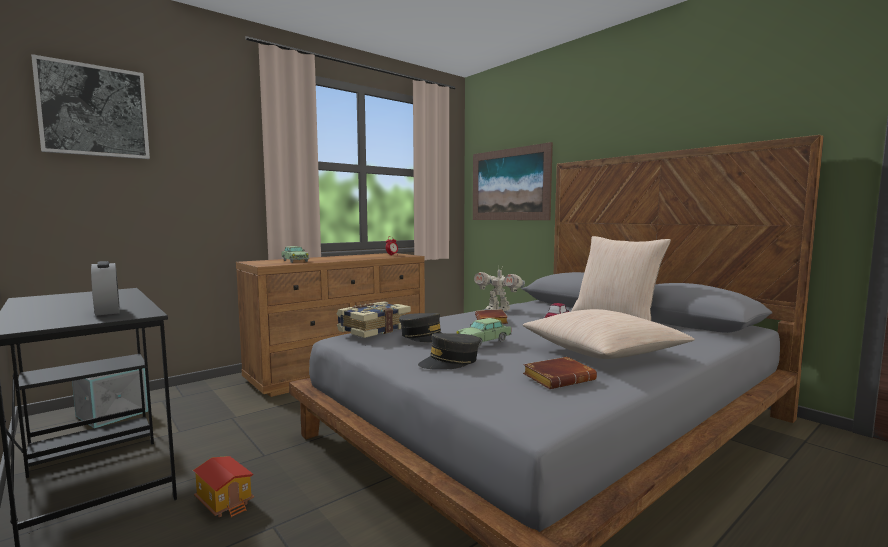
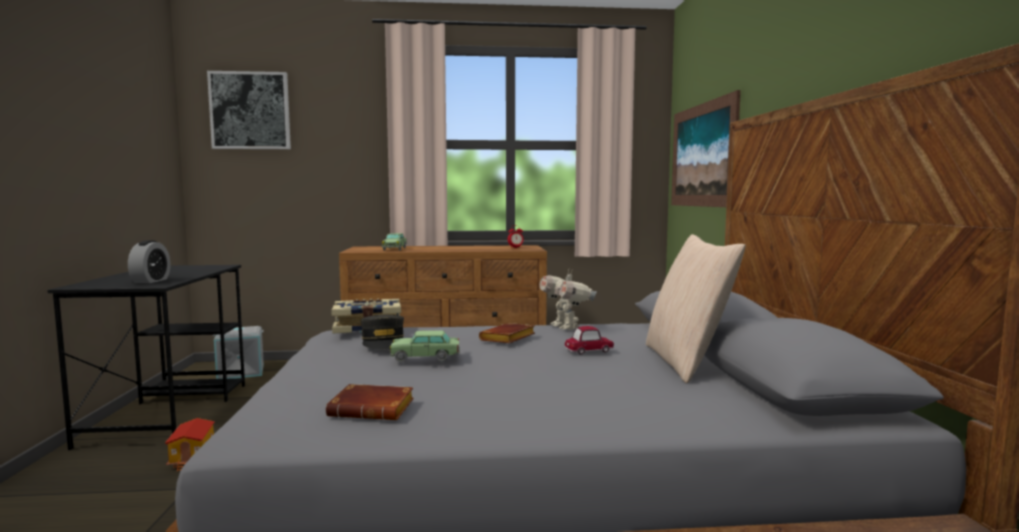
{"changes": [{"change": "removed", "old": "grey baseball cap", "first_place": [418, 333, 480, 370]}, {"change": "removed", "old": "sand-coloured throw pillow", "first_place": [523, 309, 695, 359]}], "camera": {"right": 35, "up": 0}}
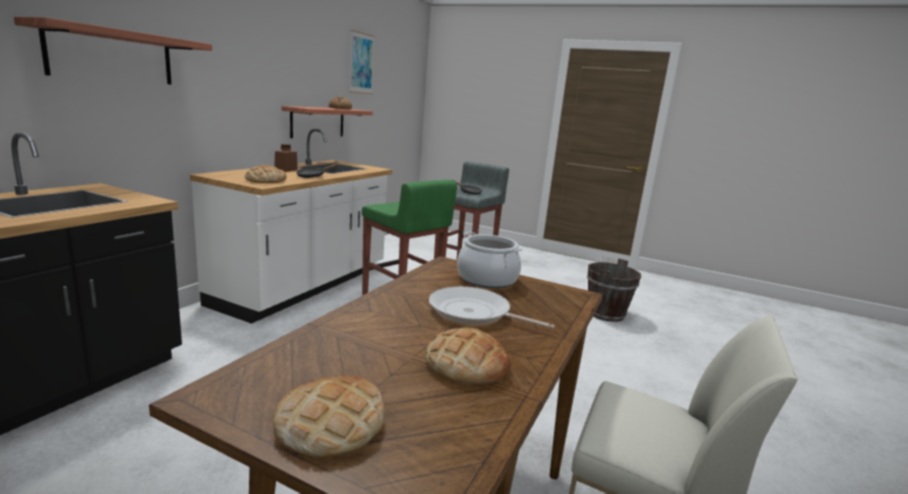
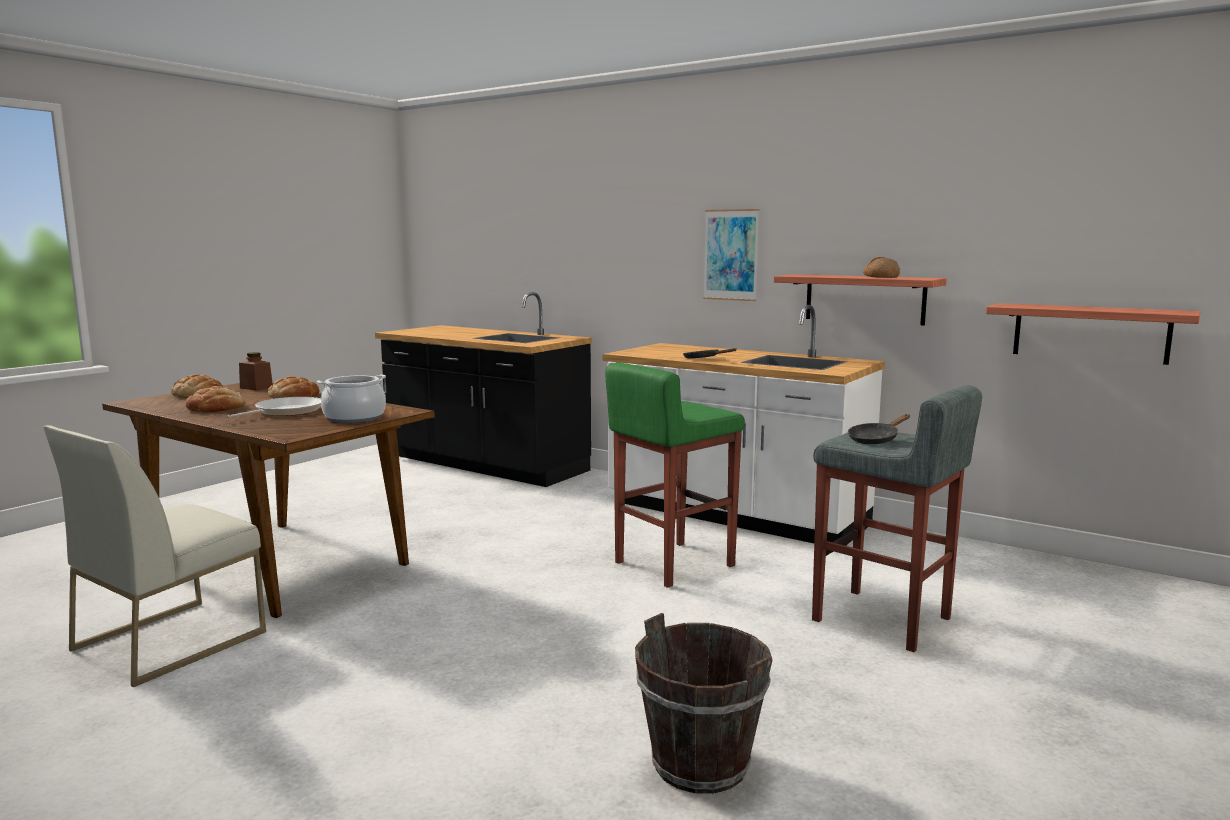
{"changes": [{"change": "moved", "old": "brownish jar", "first_place": [274, 144, 298, 172], "second_place": [239, 352, 273, 391]}, {"change": "moved", "old": "bakery bread", "first_place": [245, 165, 286, 183], "second_place": [268, 376, 319, 399]}, {"change": "moved", "old": "wall picture", "first_place": [349, 30, 375, 94], "second_place": [703, 209, 759, 301]}, {"change": "moved", "old": "bracket shelf", "first_place": [14, 17, 212, 85], "second_place": [986, 303, 1200, 365]}], "camera": {"right": 100, "up": -5}}
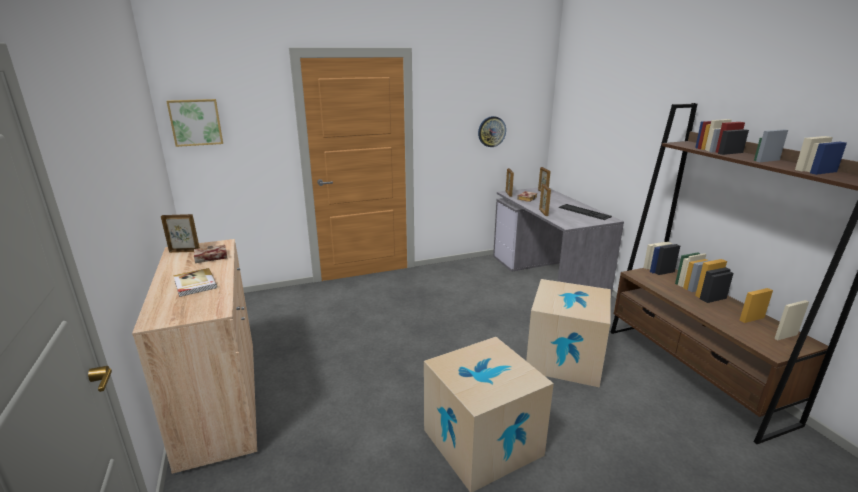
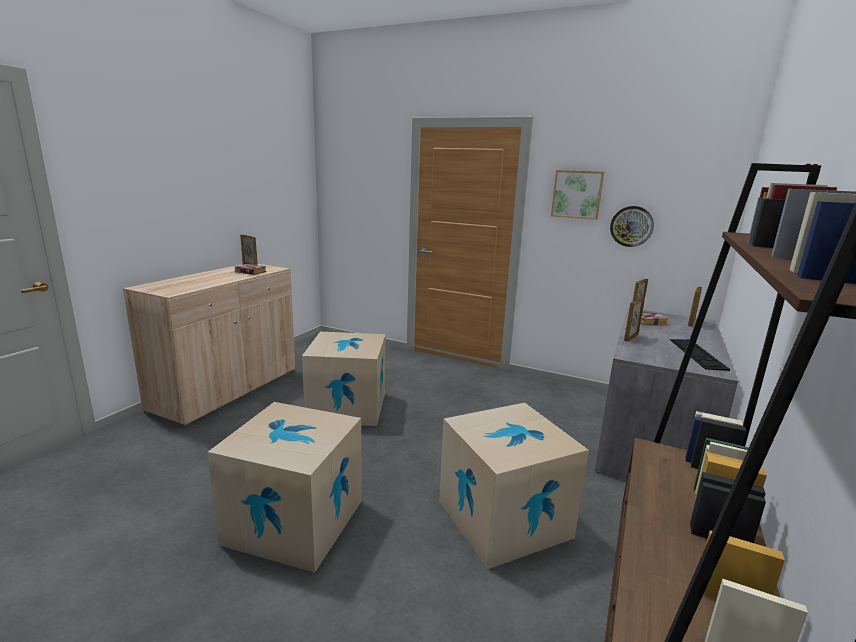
{"changes": [{"change": "added", "new": "cardboard box", "second_place": [302, 332, 386, 426]}, {"change": "moved", "old": "wall picture", "first_place": [166, 99, 223, 147], "second_place": [551, 170, 604, 220]}, {"change": "removed", "old": "bound book", "first_place": [173, 268, 217, 297]}], "camera": {"right": 45, "up": -5}}
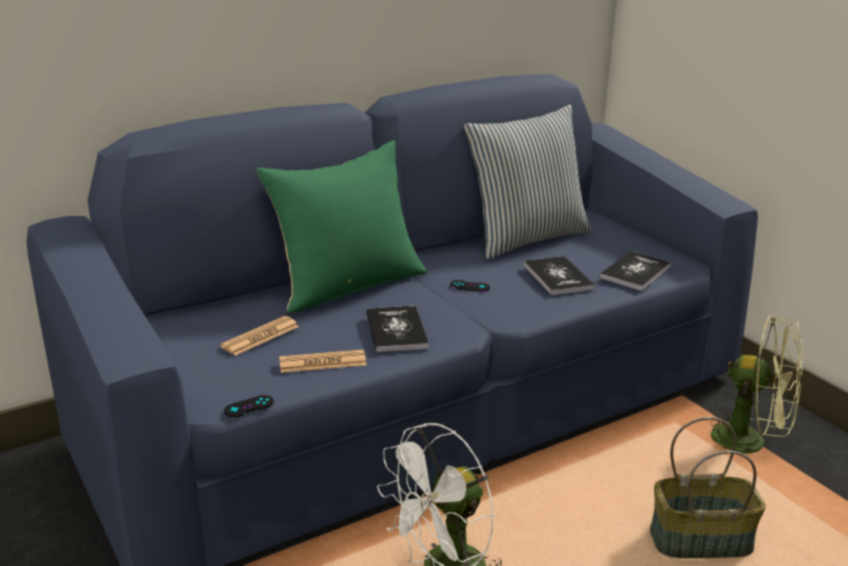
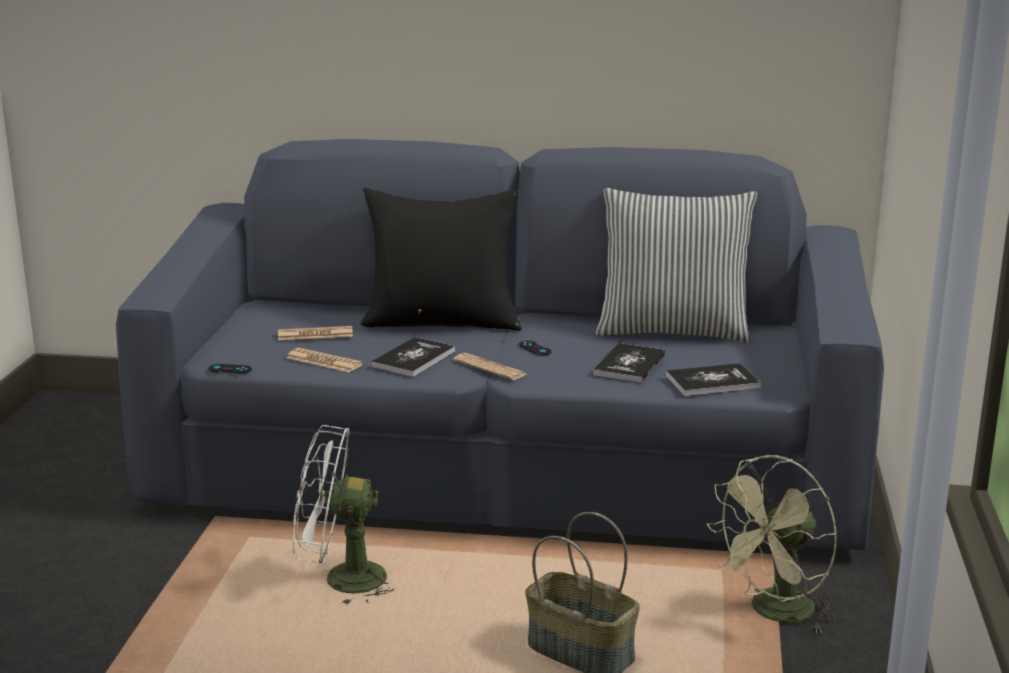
{"changes": [{"change": "recoloured", "old": "green throw pillow", "new": "black-coloured throw pillow", "first_place": [256, 140, 427, 313], "second_place": [360, 188, 521, 331]}, {"change": "added", "new": "daily paper", "second_place": [453, 353, 527, 380]}, {"change": "turned", "old": "green fan", "first_place": [710, 316, 803, 456], "second_place": [707, 455, 837, 634], "degrees": 75}], "camera": {"right": 40, "up": -5}}
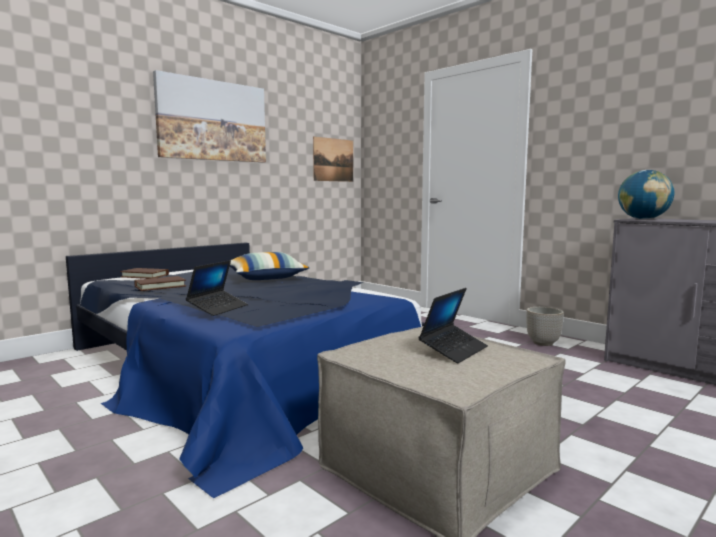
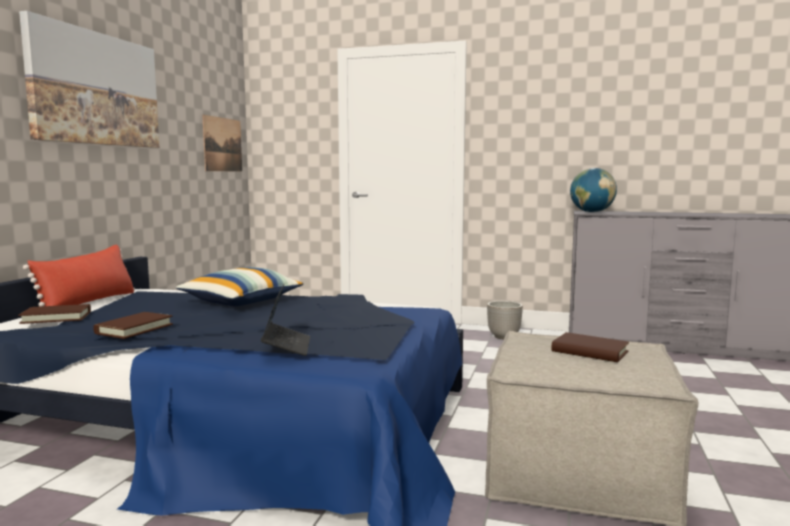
{"changes": [{"change": "added", "new": "reddish throw pillow", "second_place": [23, 245, 135, 307]}, {"change": "replaced", "old": "portable computer", "new": "brownish bound book", "first_place": [418, 288, 488, 364], "second_place": [551, 332, 629, 362]}], "camera": {"right": -30, "up": 0}}
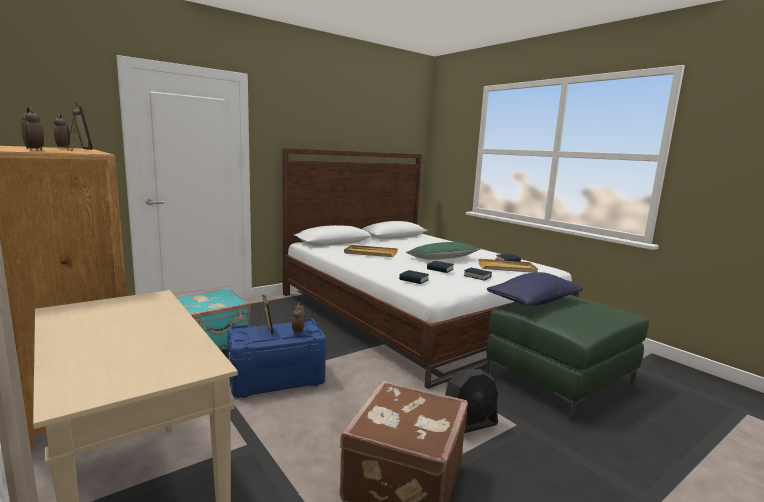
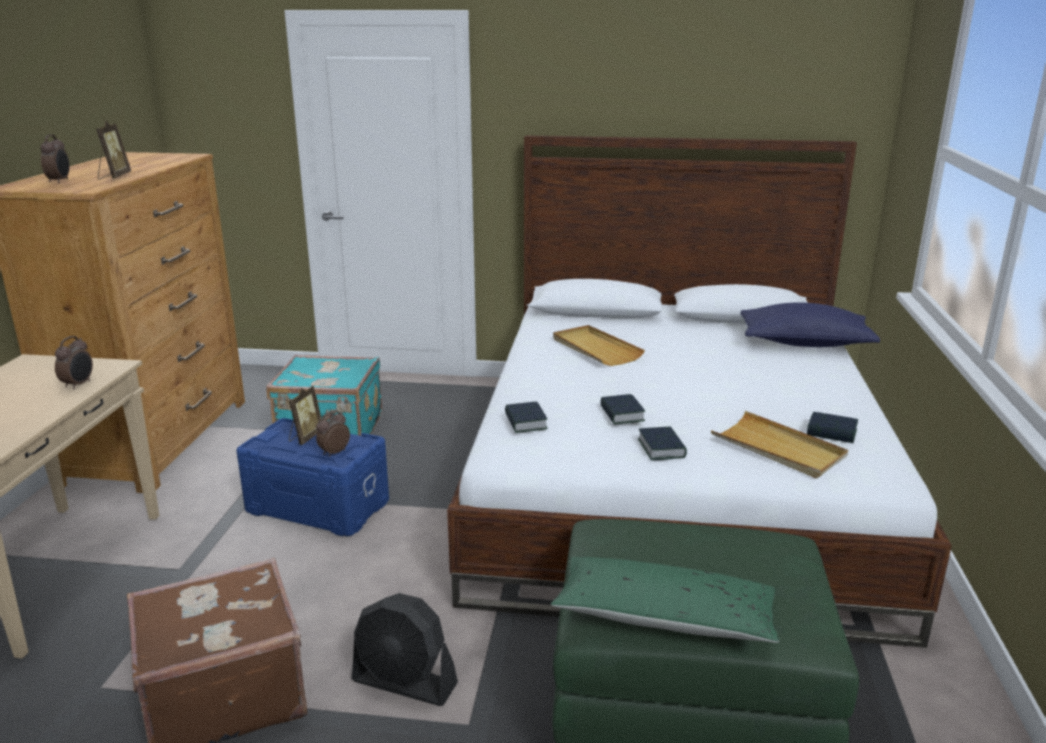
{"changes": [{"change": "moved", "old": "table clock", "first_place": [54, 114, 70, 148], "second_place": [55, 336, 93, 390]}, {"change": "moved", "old": "green throw pillow", "first_place": [406, 242, 480, 260], "second_place": [551, 557, 780, 643]}, {"change": "moved", "old": "bluish throw pillow", "first_place": [487, 272, 583, 306], "second_place": [740, 302, 880, 347]}], "camera": {"right": 45, "up": 10}}
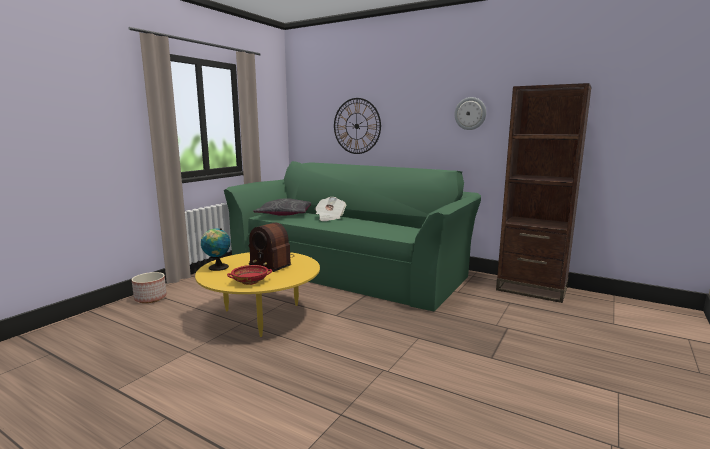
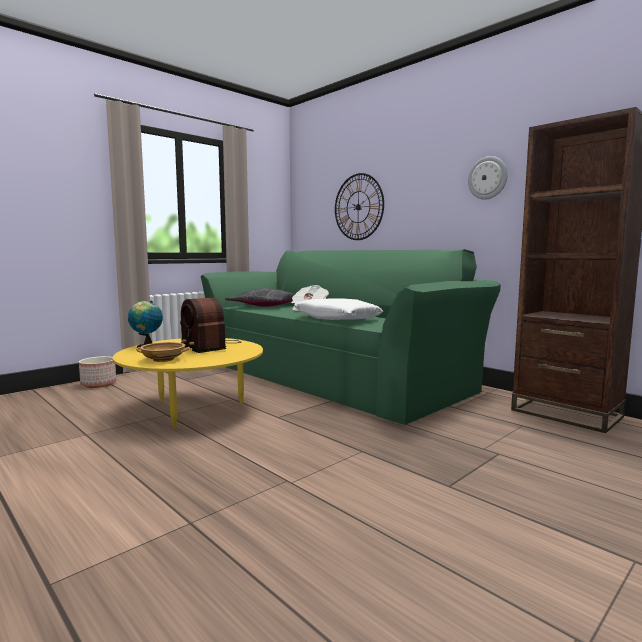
{"changes": [{"change": "recoloured", "old": "reddish deep dish", "new": "sand-coloured deep dish", "first_place": [227, 265, 272, 285], "second_place": [136, 342, 190, 362]}, {"change": "added", "new": "white-coloured throw pillow", "second_place": [294, 298, 383, 320]}], "camera": {"right": 15, "up": -5}}
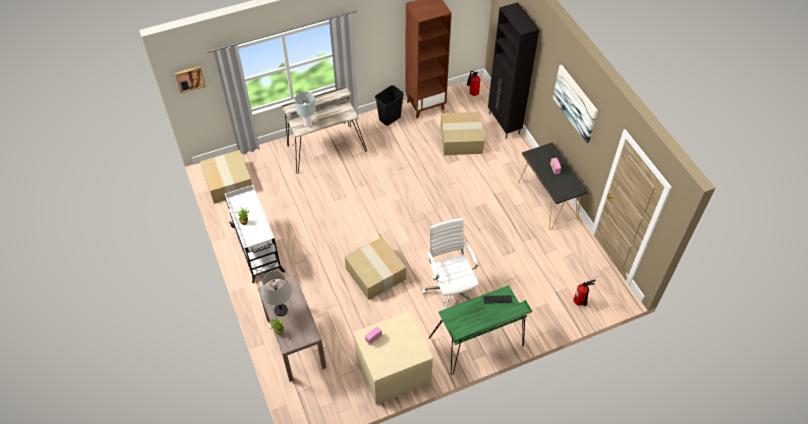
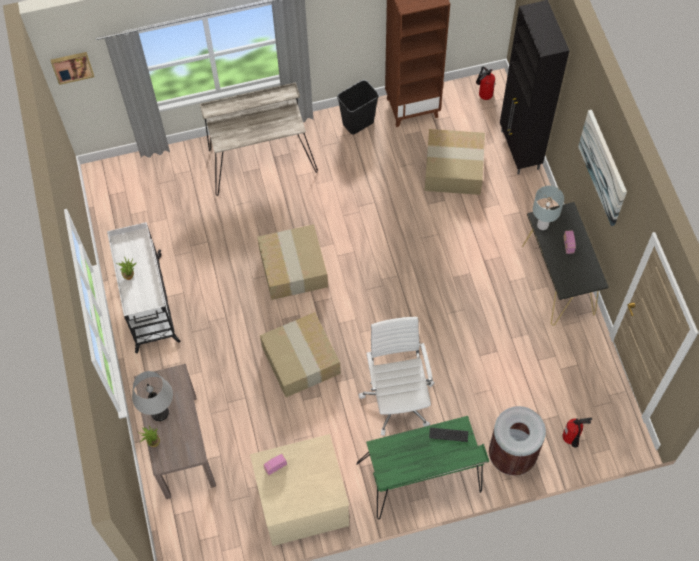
{"changes": [{"change": "moved", "old": "cardboard box", "first_place": [200, 150, 252, 204], "second_place": [257, 224, 328, 300]}, {"change": "added", "new": "brownish trash can", "second_place": [489, 406, 546, 476]}, {"change": "moved", "old": "grey table lamp", "first_place": [295, 91, 316, 127], "second_place": [533, 186, 564, 230]}], "camera": {"right": 10, "up": 10}}
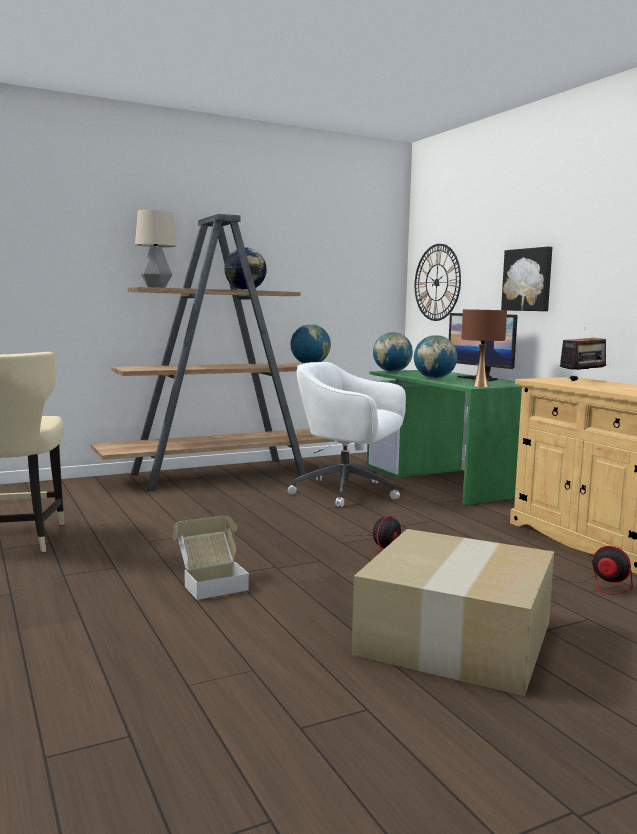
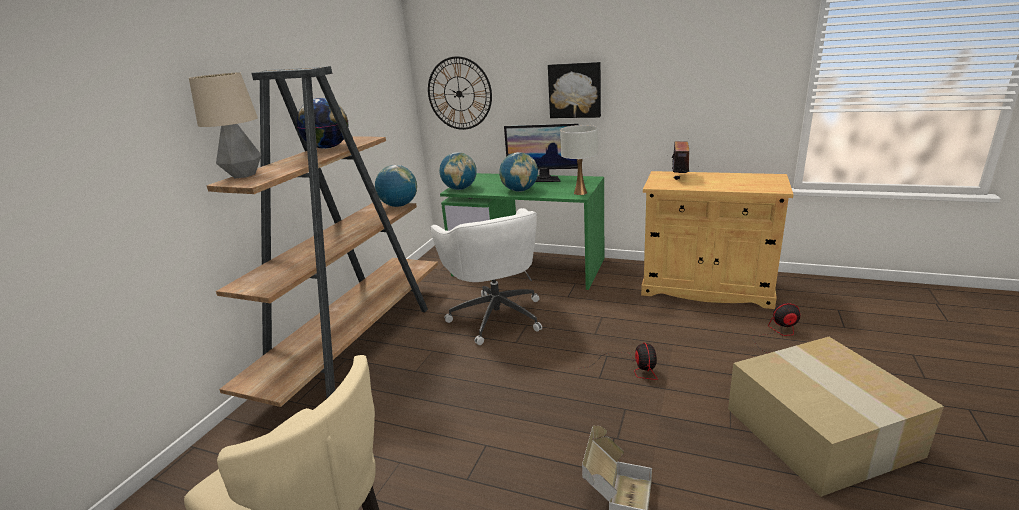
{"changes": [{"change": "turned", "old": "white-coloured desk chair", "first_place": [288, 362, 406, 507], "second_place": [430, 208, 542, 345], "degrees": -90}, {"change": "recoloured", "old": "brownish table lamp", "new": "white-coloured table lamp", "first_place": [461, 309, 507, 387], "second_place": [560, 125, 598, 195]}], "camera": {"right": -40, "up": 15}}
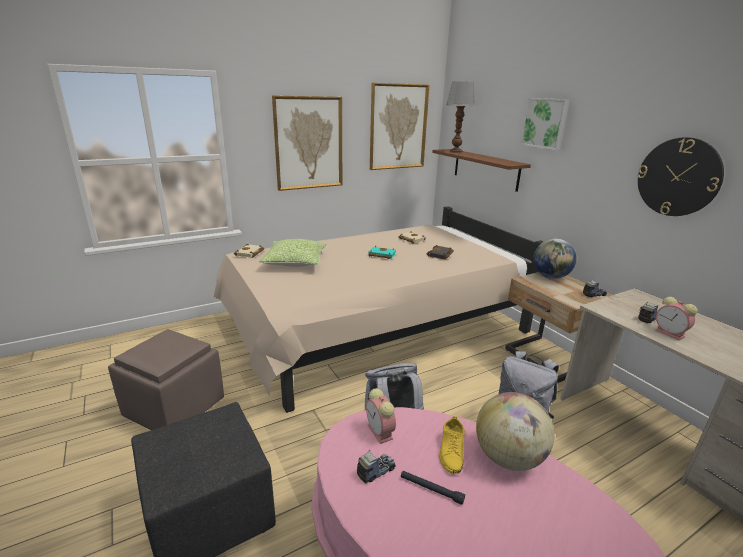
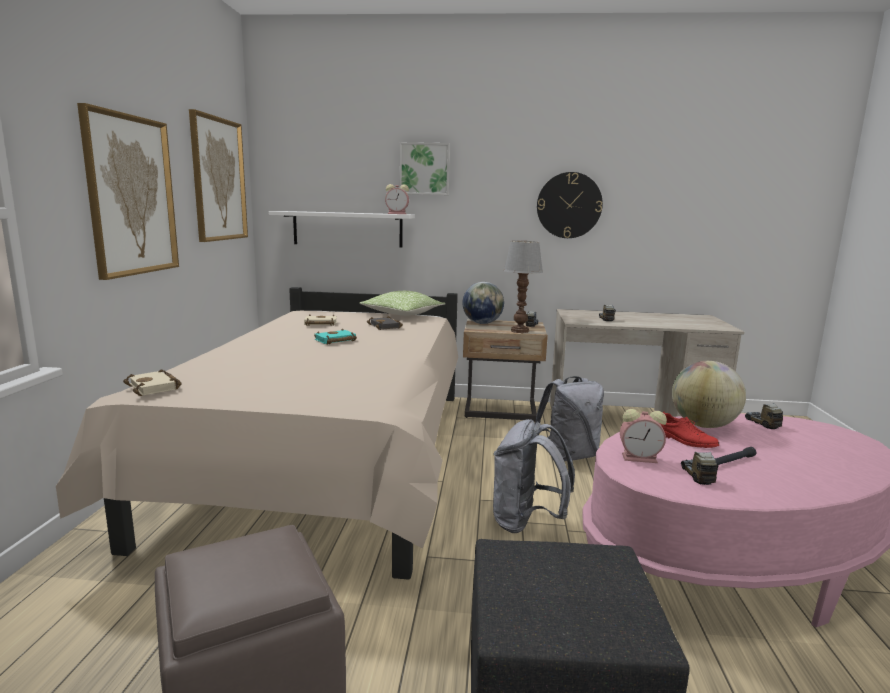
{"changes": [{"change": "recoloured", "old": "brownish bracket shelf", "new": "white-coloured bracket shelf", "first_place": [432, 149, 531, 192], "second_place": [269, 211, 415, 248]}, {"change": "moved", "old": "throw pillow", "first_place": [259, 239, 327, 267], "second_place": [359, 291, 445, 316]}, {"change": "moved", "old": "table clock", "first_place": [655, 297, 697, 340], "second_place": [385, 184, 409, 214]}, {"change": "moved", "old": "table lamp", "first_place": [446, 81, 475, 153], "second_place": [503, 241, 543, 333]}, {"change": "recoloured", "old": "yellow-coloured shoe", "new": "reddish shoe", "first_place": [439, 416, 465, 474], "second_place": [660, 411, 719, 448]}, {"change": "added", "new": "toy lorry", "second_place": [745, 403, 783, 429]}], "camera": {"right": -55, "up": -10}}
